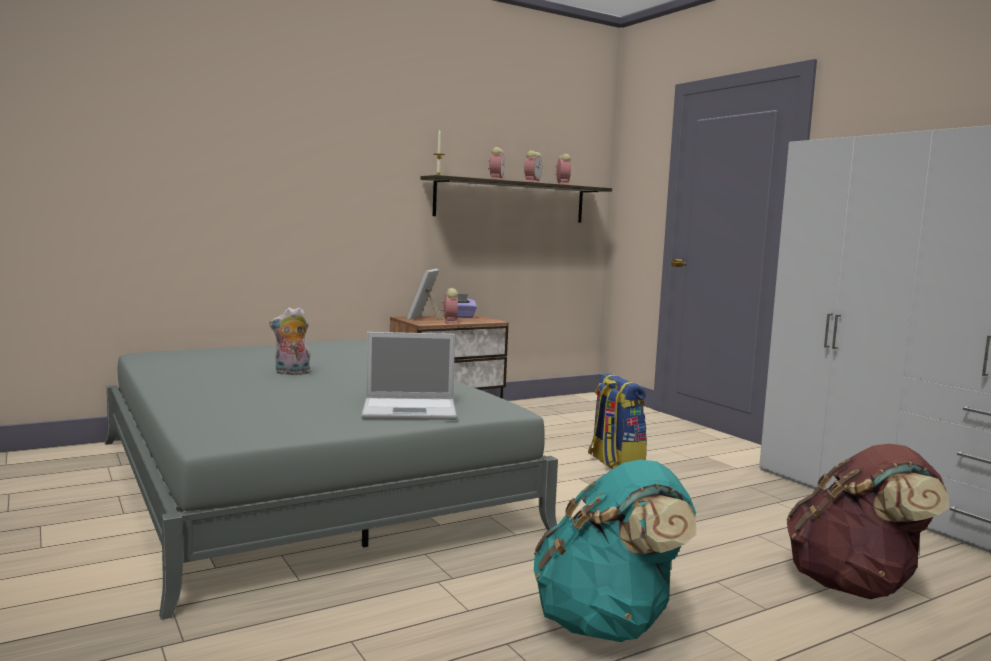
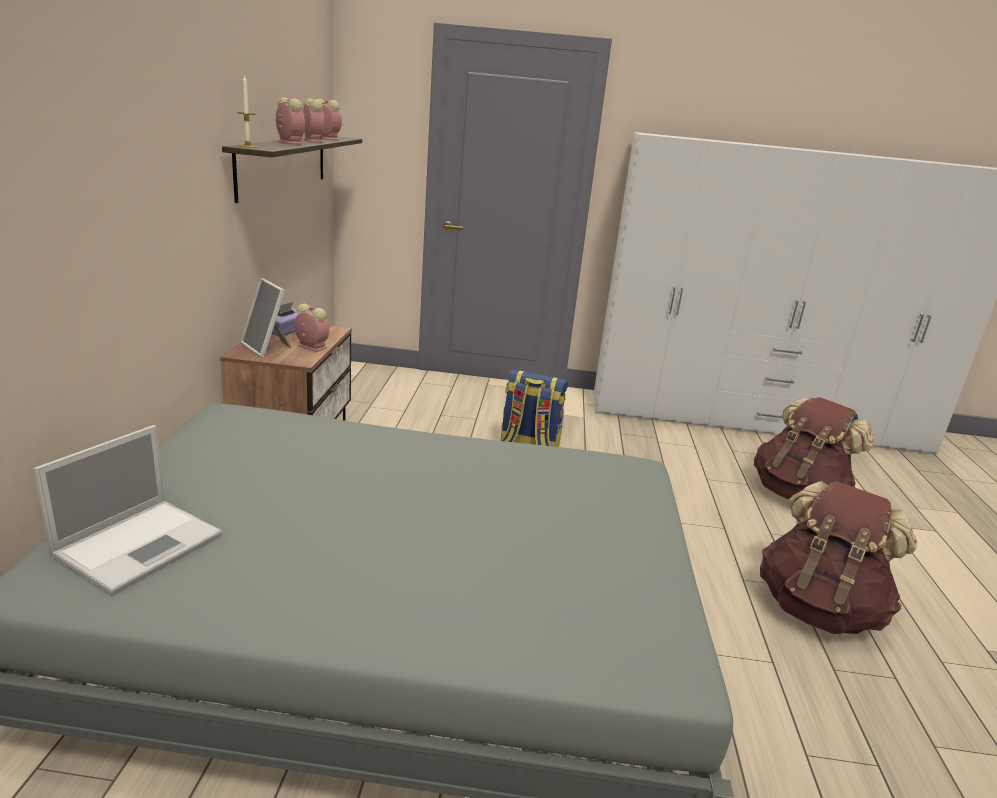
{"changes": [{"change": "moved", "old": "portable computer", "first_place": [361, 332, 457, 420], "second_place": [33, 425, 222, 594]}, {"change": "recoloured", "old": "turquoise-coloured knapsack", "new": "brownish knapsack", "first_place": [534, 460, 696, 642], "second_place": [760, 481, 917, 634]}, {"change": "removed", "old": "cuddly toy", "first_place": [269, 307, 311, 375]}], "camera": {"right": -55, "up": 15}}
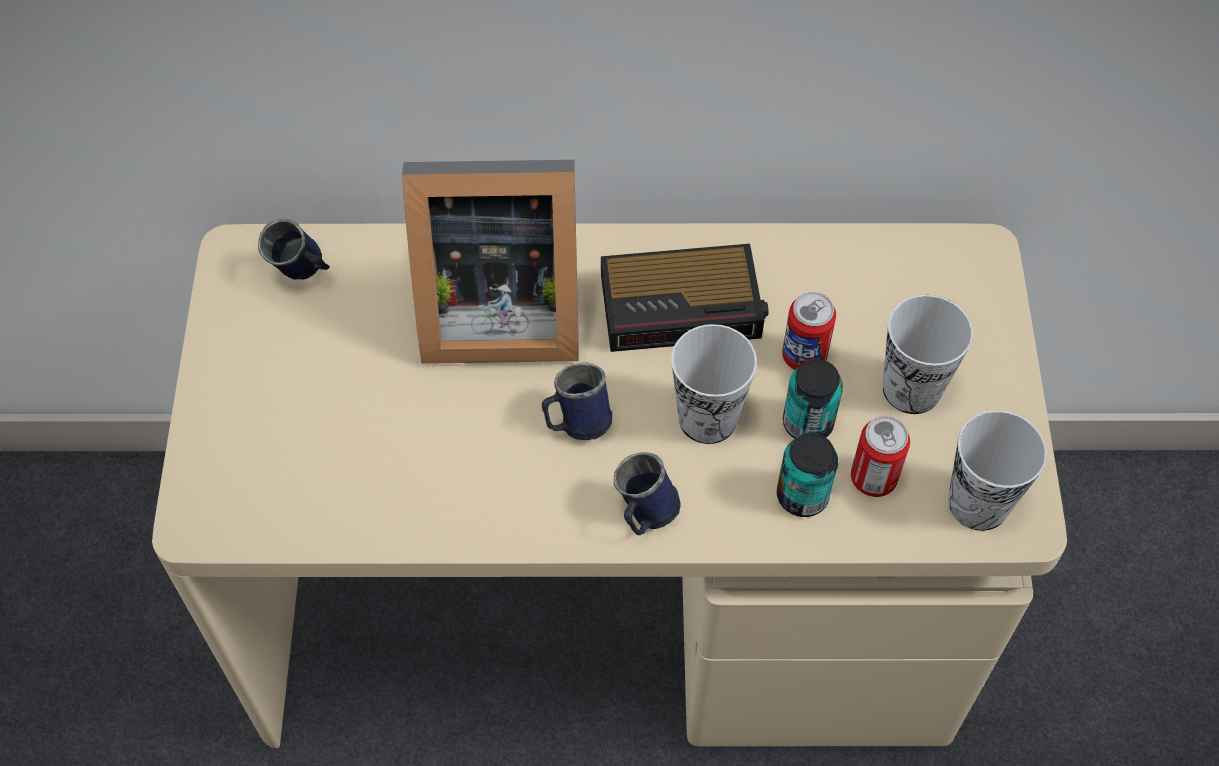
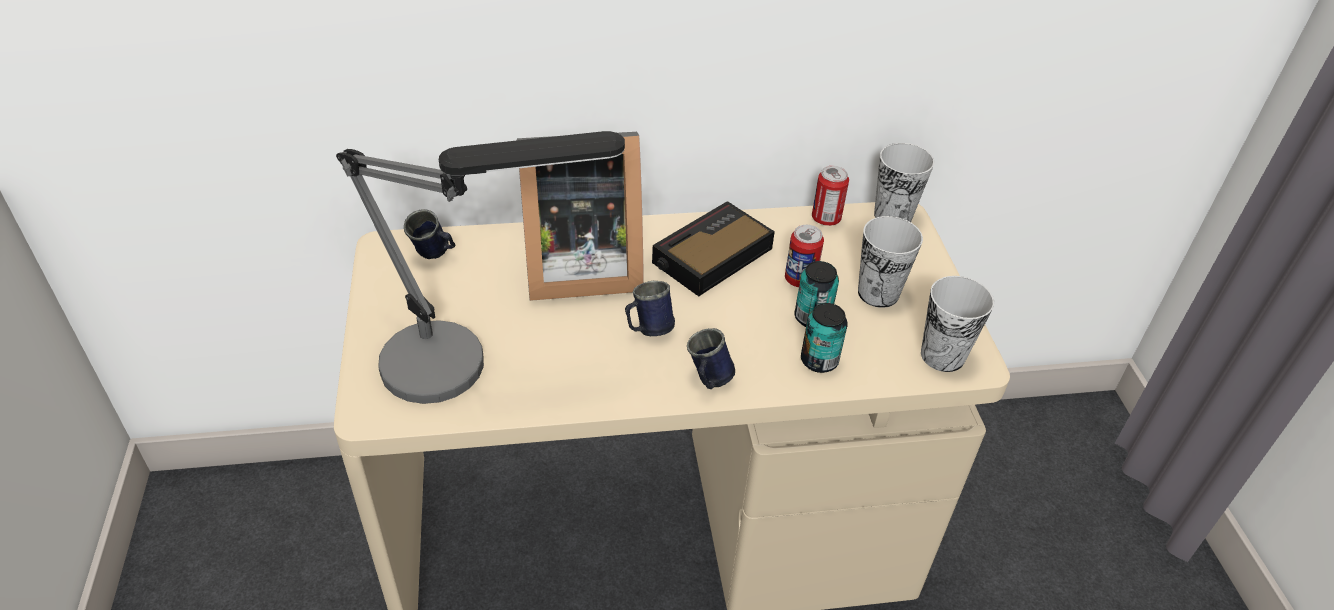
{"changes": [{"change": "added", "new": "table lamp", "second_place": [336, 131, 625, 404]}, {"change": "turned", "old": "table clock", "first_place": [601, 244, 769, 352], "second_place": [652, 201, 775, 296], "degrees": 150}, {"change": "moved", "old": "metal can", "first_place": [851, 416, 910, 497], "second_place": [812, 166, 849, 226]}, {"change": "moved", "old": "small cup", "first_place": [671, 324, 757, 444], "second_place": [874, 143, 934, 222]}], "camera": {"right": -10, "up": -15}}
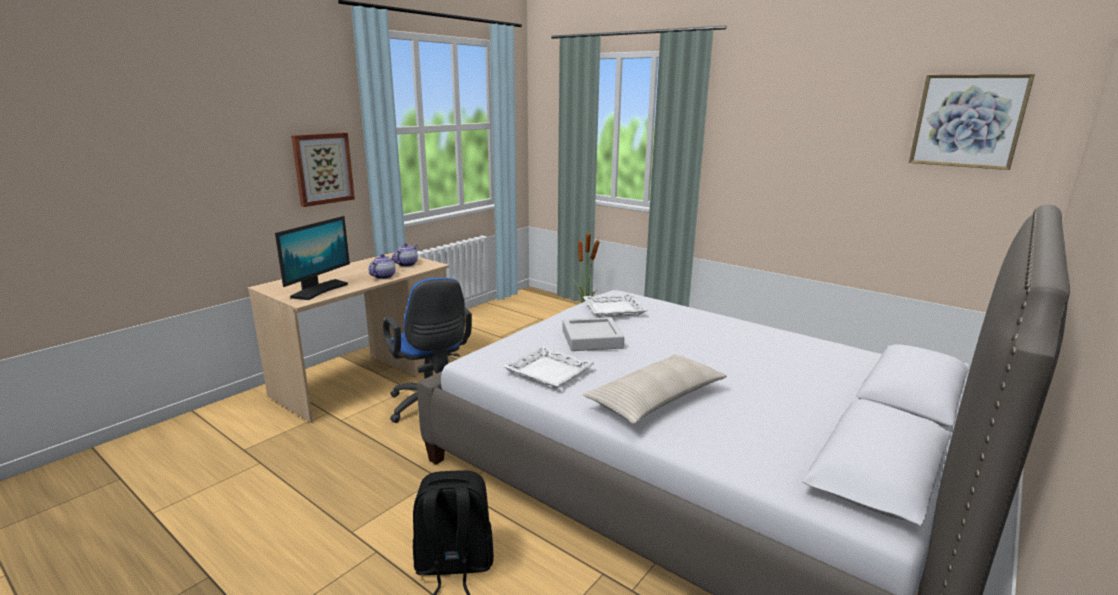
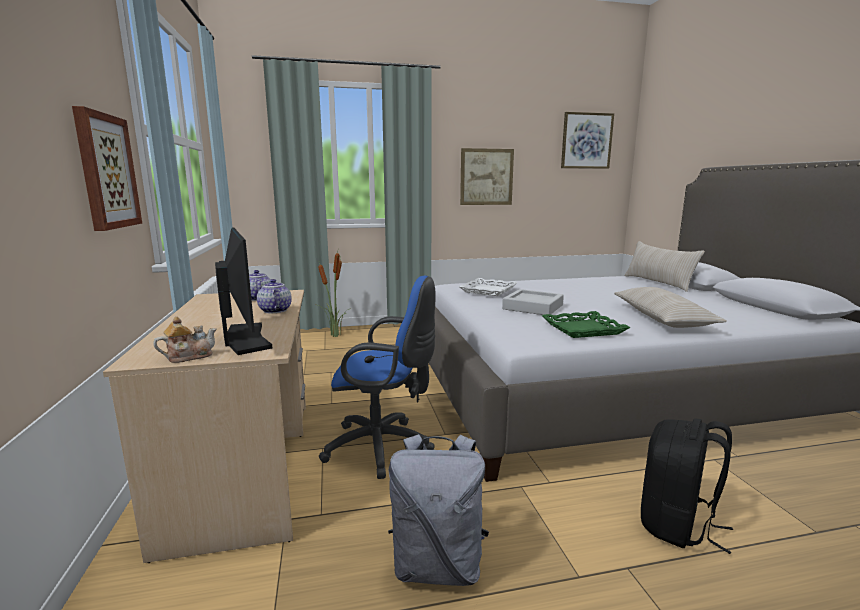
{"changes": [{"change": "added", "new": "tea pot", "second_place": [153, 316, 217, 363]}, {"change": "added", "new": "grey knapsack", "second_place": [388, 434, 489, 586]}, {"change": "added", "new": "wall picture", "second_place": [460, 148, 514, 205]}, {"change": "recoloured", "old": "white-coloured tray", "new": "green tray", "first_place": [503, 346, 594, 389], "second_place": [542, 311, 630, 338]}, {"change": "added", "new": "sand-coloured throw pillow", "second_place": [625, 241, 705, 292]}], "camera": {"right": -50, "up": -5}}
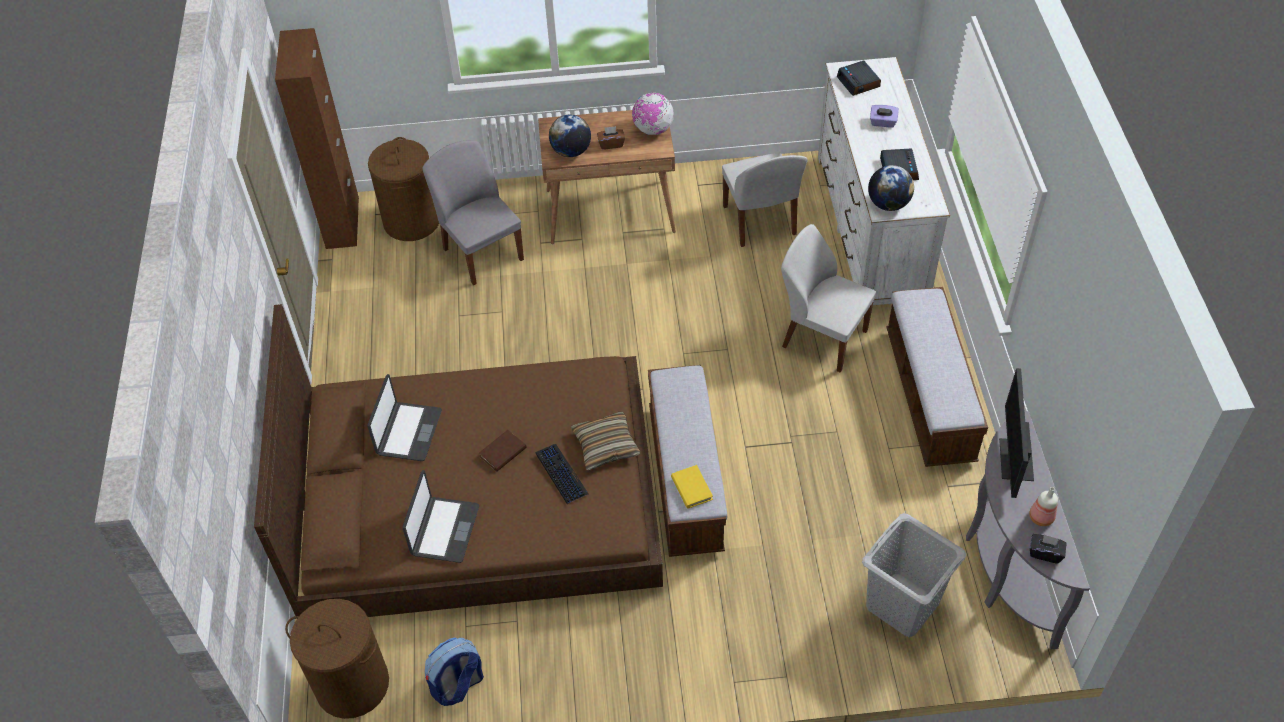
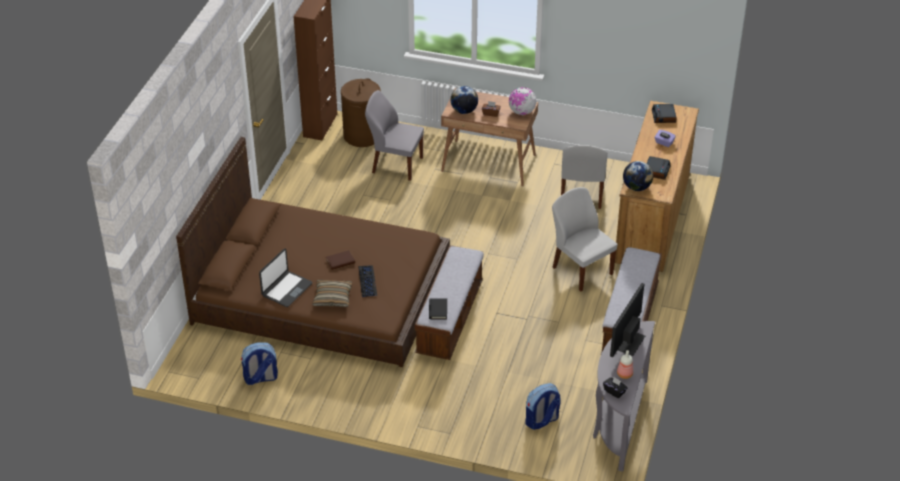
{"changes": [{"change": "moved", "old": "throw pillow", "first_place": [571, 412, 640, 470], "second_place": [312, 280, 352, 307]}, {"change": "turned", "old": "grey chair", "first_place": [423, 140, 524, 285], "second_place": [365, 90, 424, 181], "degrees": -60}, {"change": "recoloured", "old": "yellow-coloured bound book", "new": "black-coloured bound book", "first_place": [671, 465, 713, 509], "second_place": [429, 298, 447, 319]}, {"change": "replaced", "old": "grey laundry basket", "new": "knapsack", "first_place": [862, 513, 966, 637], "second_place": [525, 383, 561, 430]}, {"change": "recoloured", "old": "white-coloured drawer chest", "new": "brownish drawer chest", "first_place": [818, 57, 950, 305], "second_place": [615, 101, 699, 272]}, {"change": "removed", "old": "brownish laundry basket", "first_place": [285, 599, 389, 719]}, {"change": "removed", "old": "portable computer", "first_place": [367, 374, 442, 461]}], "camera": {"right": 20, "up": -10}}
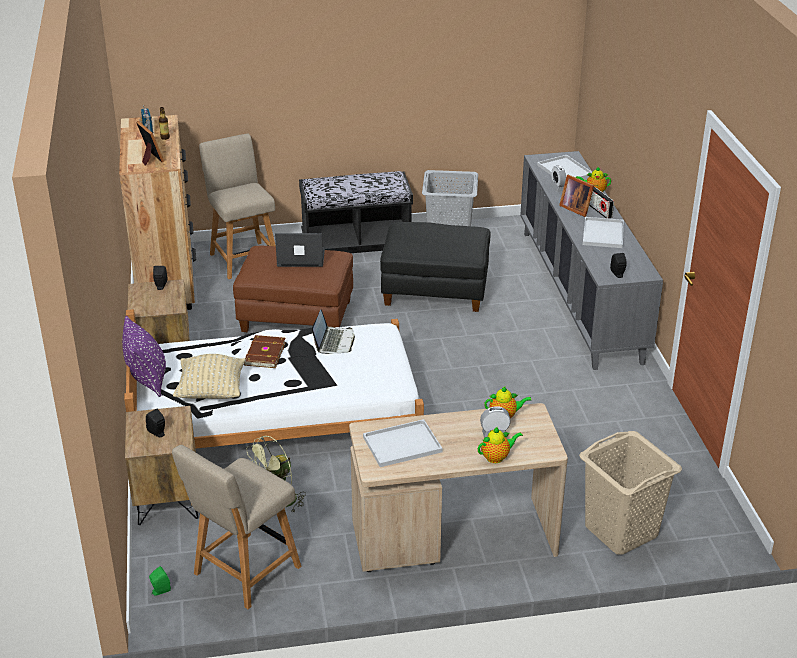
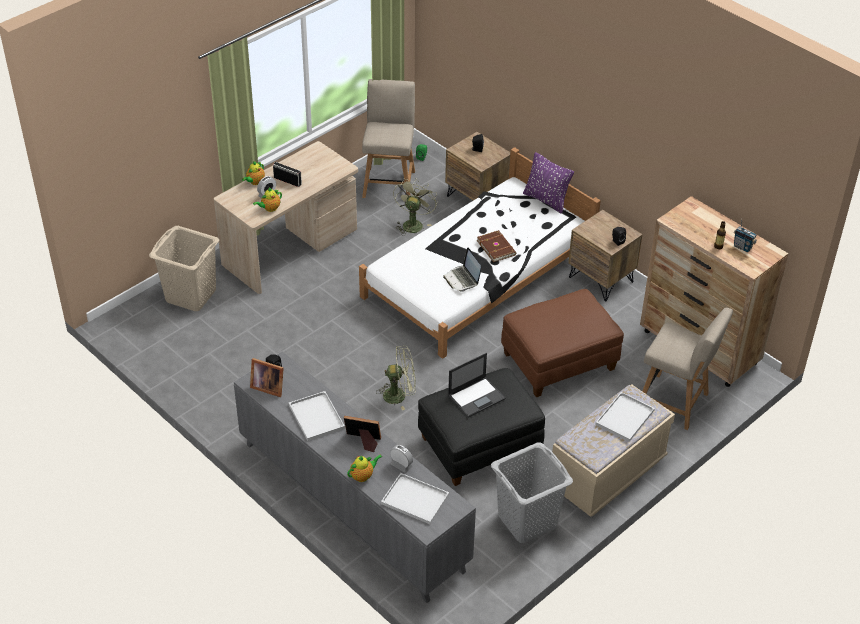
{"changes": [{"change": "moved", "old": "standing frame", "first_place": [136, 121, 164, 166], "second_place": [250, 358, 284, 397]}, {"change": "moved", "old": "radio set", "first_place": [589, 187, 614, 219], "second_place": [273, 162, 302, 187]}, {"change": "added", "new": "green fan", "second_place": [376, 346, 416, 410]}, {"change": "moved", "old": "portable computer", "first_place": [275, 233, 325, 267], "second_place": [448, 353, 506, 418]}, {"change": "recoloured", "old": "black-coloured bench", "new": "sand-coloured bench", "first_place": [299, 171, 413, 253], "second_place": [552, 384, 675, 517]}, {"change": "moved", "old": "white-coloured tray", "first_place": [363, 419, 442, 467], "second_place": [595, 392, 655, 442]}, {"change": "removed", "old": "sand-coloured throw pillow", "first_place": [173, 354, 246, 399]}], "camera": {"right": 145, "up": 10}}
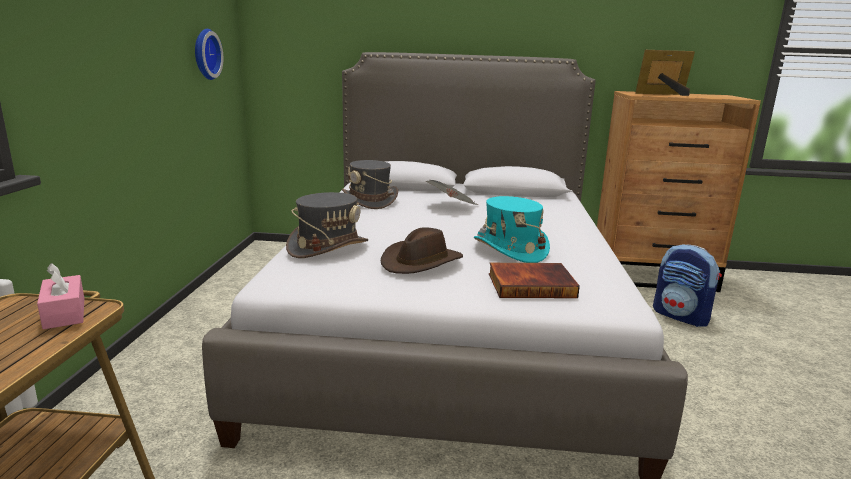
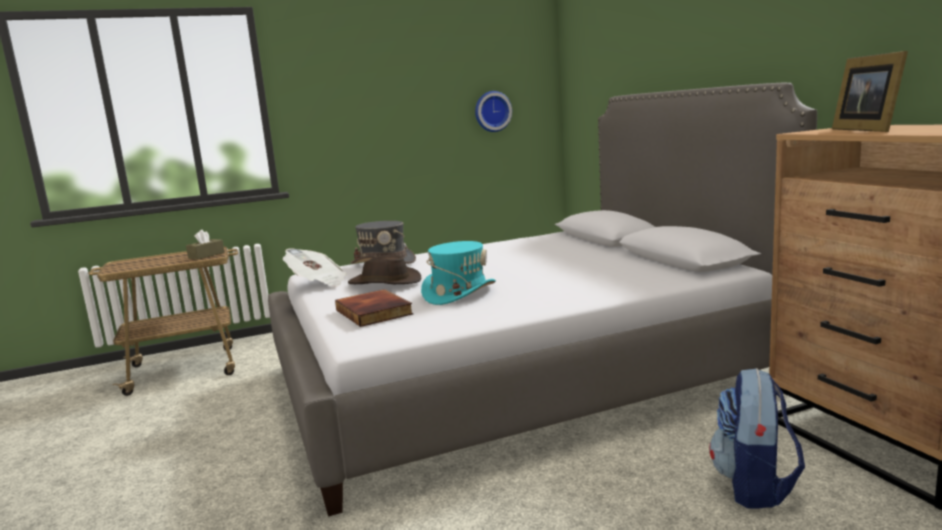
{"changes": [{"change": "recoloured", "old": "pink-coloured tissue box", "new": "brownish tissue box", "first_place": [37, 263, 84, 330], "second_place": [186, 230, 225, 260]}, {"change": "moved", "old": "daily paper", "first_place": [425, 180, 479, 205], "second_place": [283, 248, 347, 286]}, {"change": "turned", "old": "standing frame", "first_place": [635, 50, 695, 96], "second_place": [832, 51, 908, 132], "degrees": -150}, {"change": "removed", "old": "grey wearable hat", "first_place": [342, 160, 398, 209]}], "camera": {"right": 65, "up": -5}}
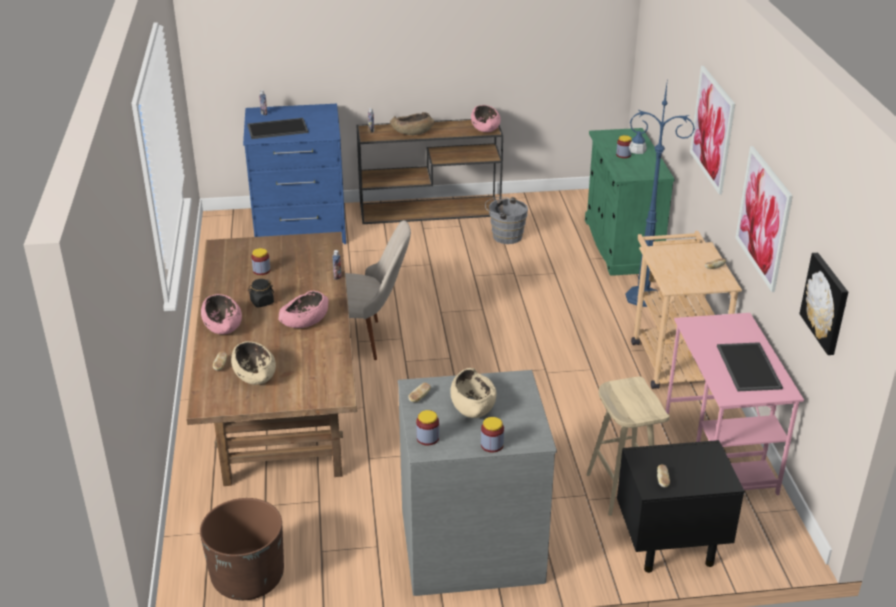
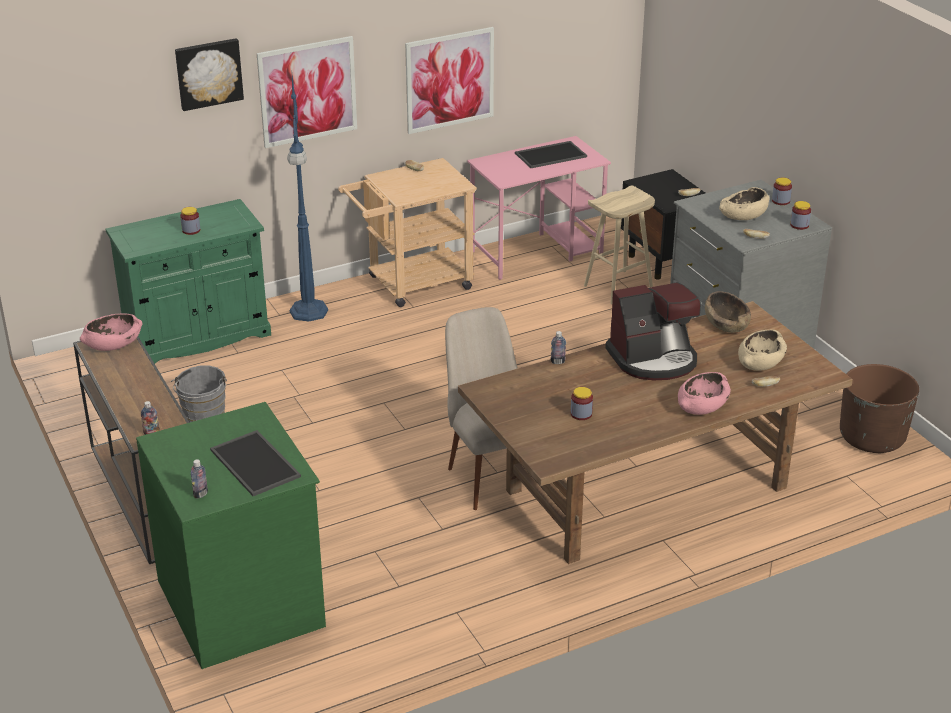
{"changes": [{"change": "recoloured", "old": "bluish drawer chest", "new": "green drawer chest", "first_place": [243, 104, 346, 244], "second_place": [136, 402, 326, 669]}, {"change": "moved", "old": "wall picture", "first_place": [799, 253, 848, 355], "second_place": [175, 38, 244, 111]}, {"change": "replaced", "old": "pink-coloured deep dish", "new": "coffee brewer", "first_place": [278, 291, 329, 328], "second_place": [605, 282, 701, 380]}, {"change": "moved", "old": "brownish deep dish", "first_place": [390, 112, 435, 135], "second_place": [705, 291, 751, 333]}, {"change": "removed", "old": "black-coloured jar", "first_place": [248, 279, 274, 307]}], "camera": {"right": -110, "up": 0}}
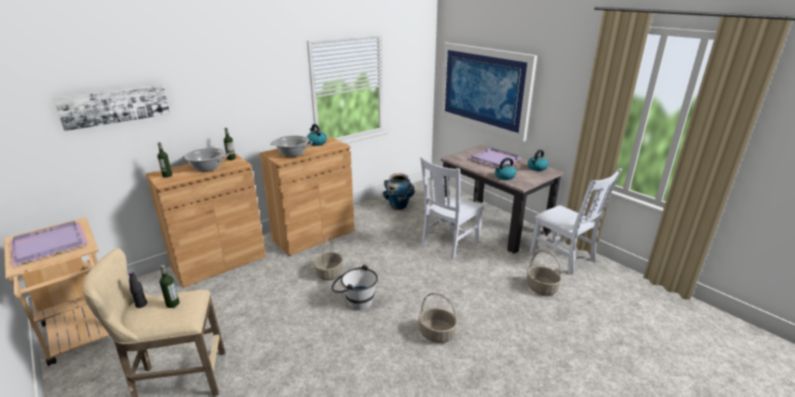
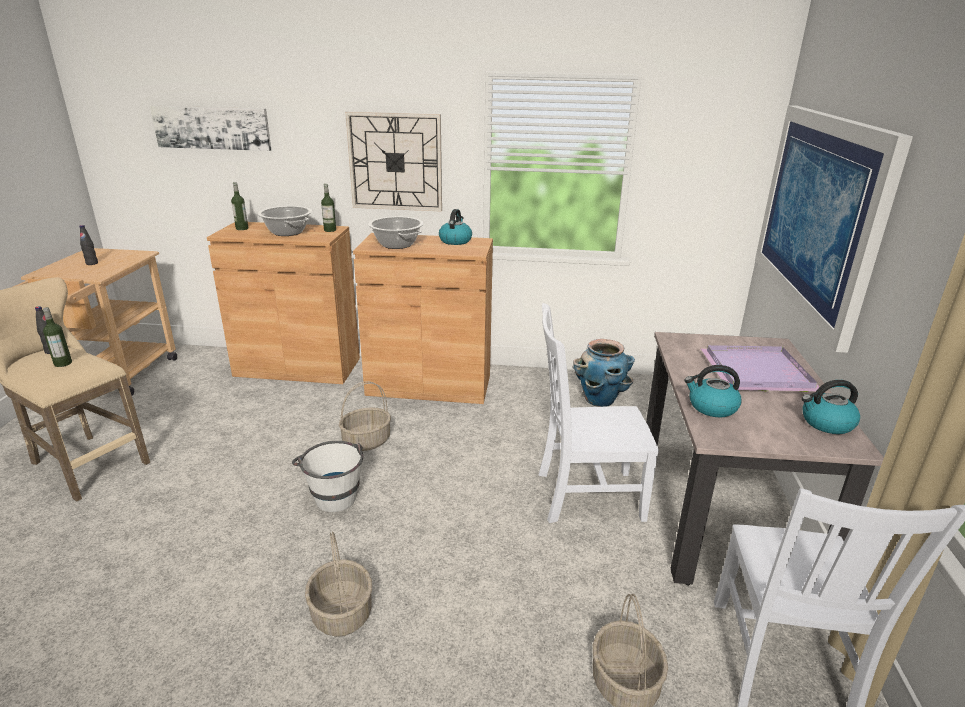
{"changes": [{"change": "replaced", "old": "purple tray", "new": "black-coloured drink bottle", "first_place": [10, 221, 88, 266], "second_place": [79, 225, 98, 265]}, {"change": "added", "new": "clock on the wall", "second_place": [345, 112, 442, 211]}], "camera": {"right": 45, "up": 0}}
